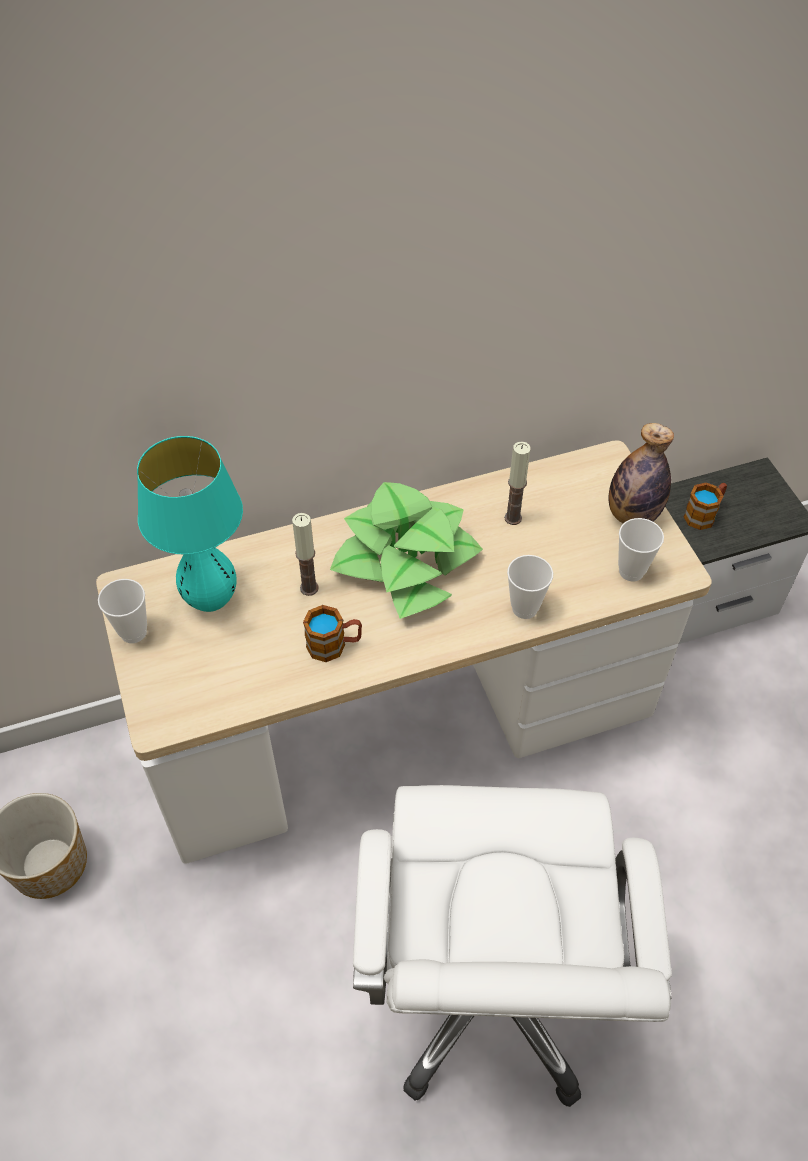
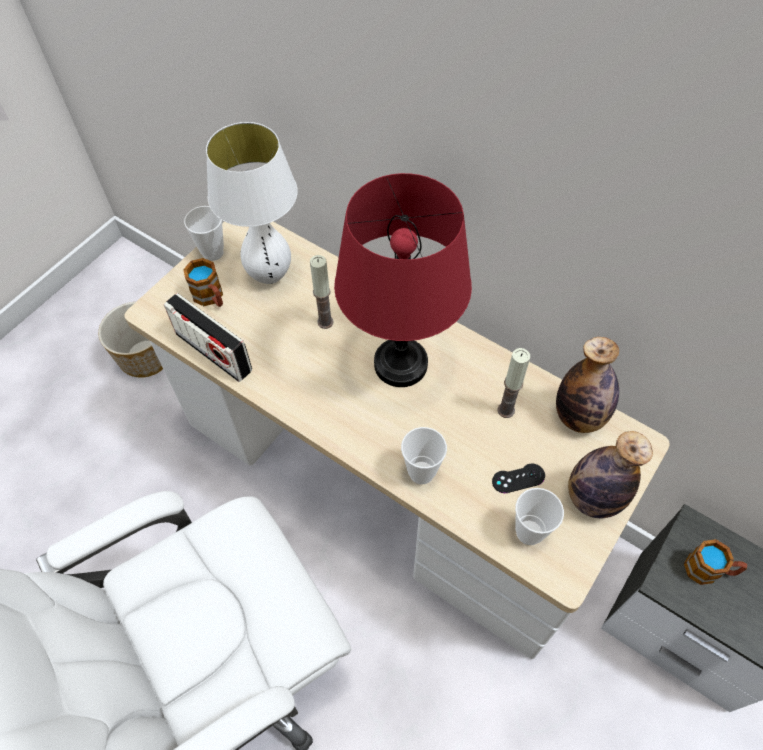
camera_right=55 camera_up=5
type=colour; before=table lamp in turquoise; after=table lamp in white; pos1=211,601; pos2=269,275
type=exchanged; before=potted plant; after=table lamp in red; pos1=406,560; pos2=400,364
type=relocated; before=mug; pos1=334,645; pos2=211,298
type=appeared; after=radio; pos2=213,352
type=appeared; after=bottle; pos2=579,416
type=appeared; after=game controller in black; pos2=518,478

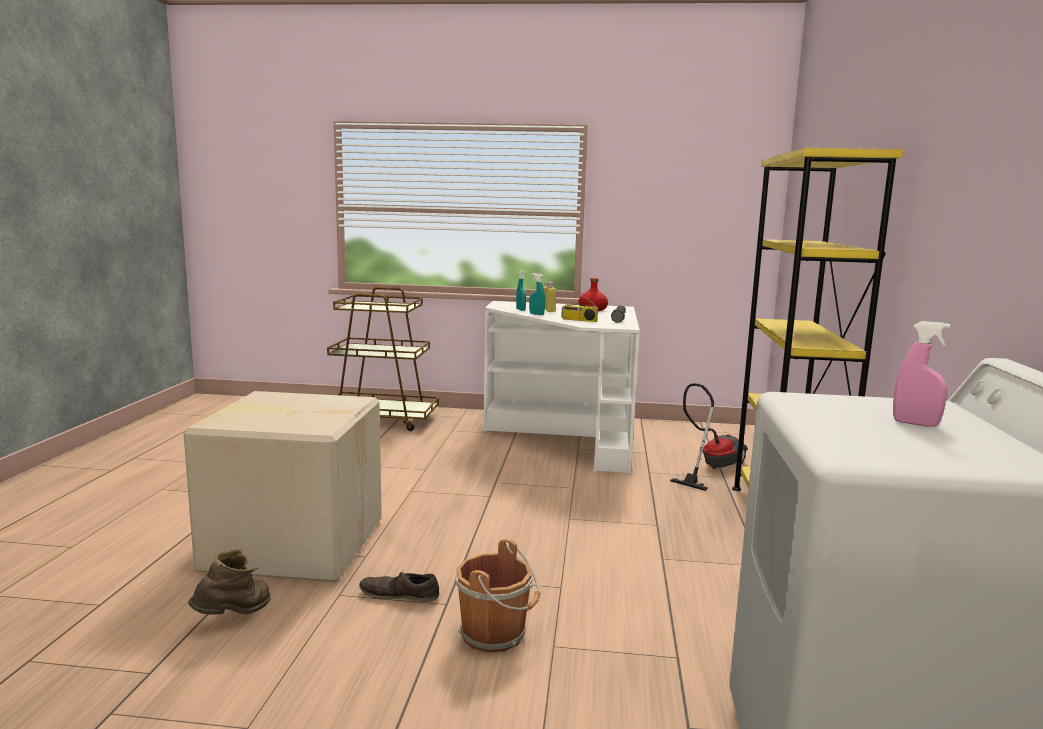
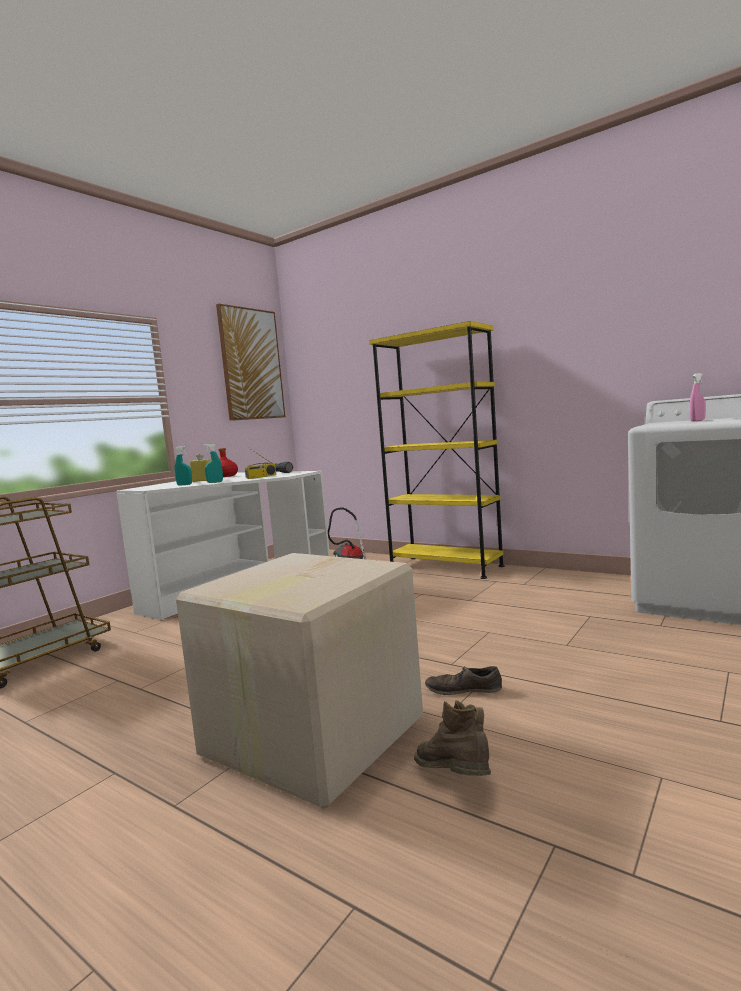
camera_right=-60 camera_up=-5
type=missing; before=bucket in brown; pos1=496,634
type=spun; before=shoe in brown; pos1=399,594; pos2=463,689; turn=60
type=appeared; after=picture; pos2=251,364

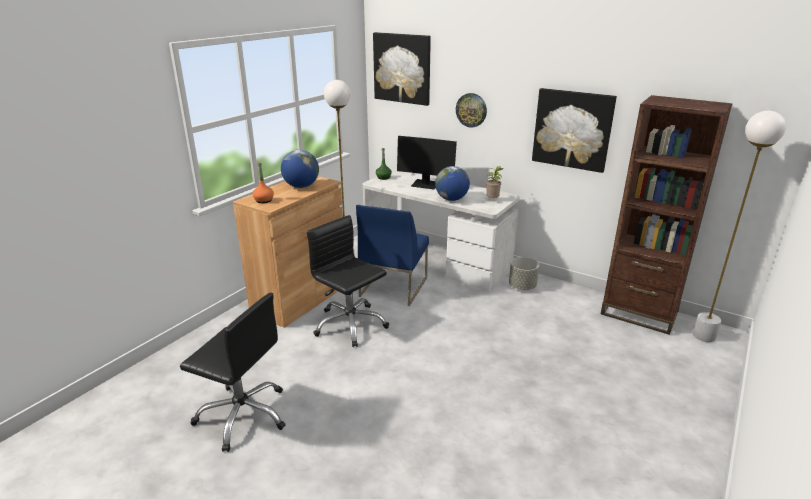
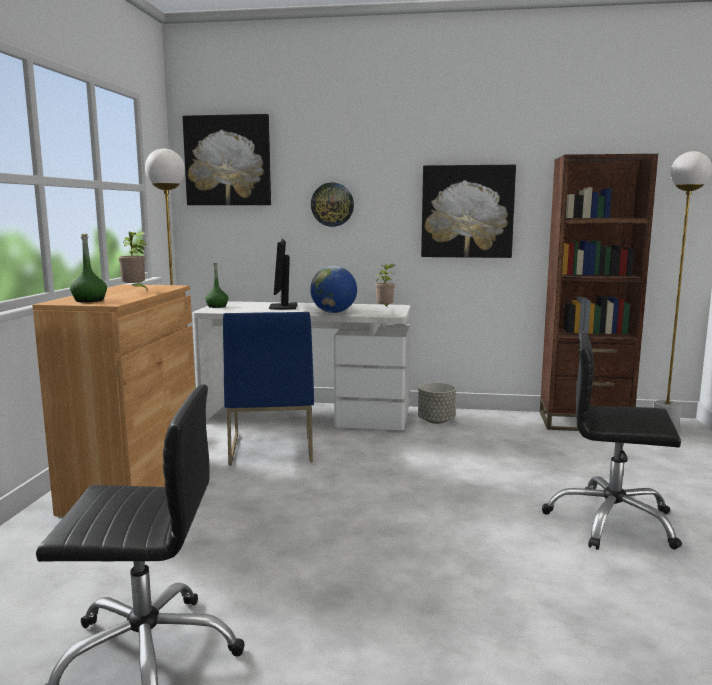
camera_right=-25 camera_up=-15
type=spun; before=monitor; pos1=425,185; pos2=283,307; turn=90
type=exchanged; before=globe; after=potted plant; pos1=301,186; pos2=135,290
type=colour; before=bottle in orange; after=bottle in green; pos1=264,200; pos2=89,300
type=relocated; before=office chair in black; pos1=350,325; pos2=611,522

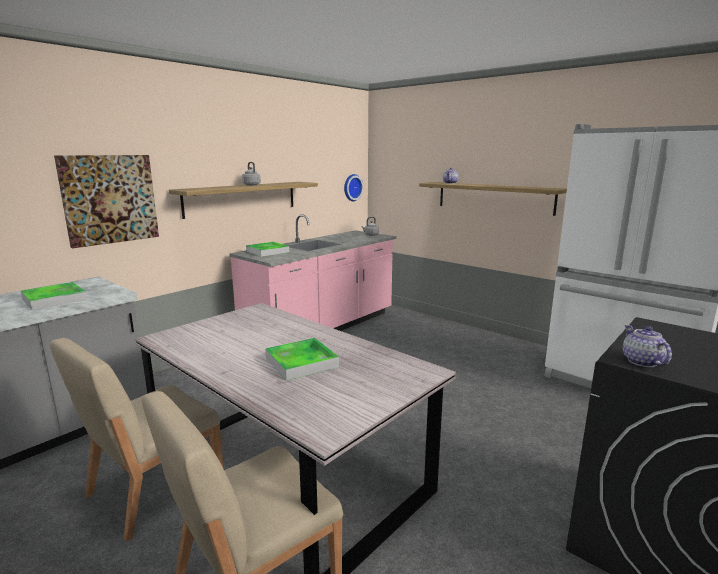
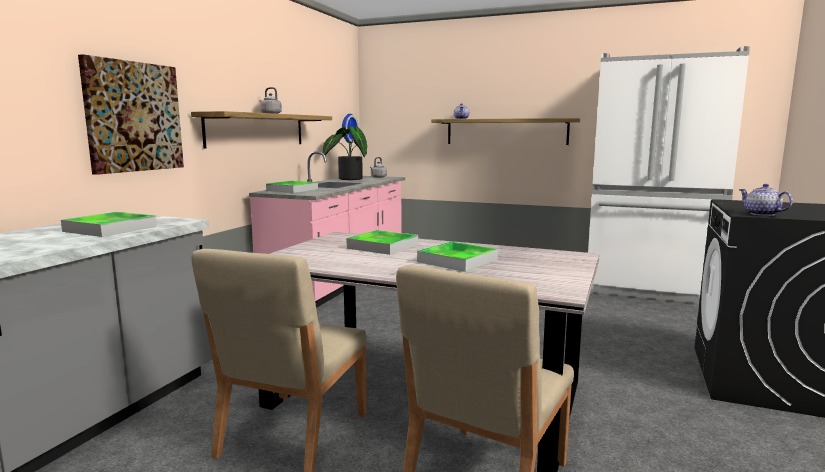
camera_right=-20 camera_up=-5
type=appeared; after=potted plant; pos2=347,179
type=appeared; after=tray; pos2=383,246

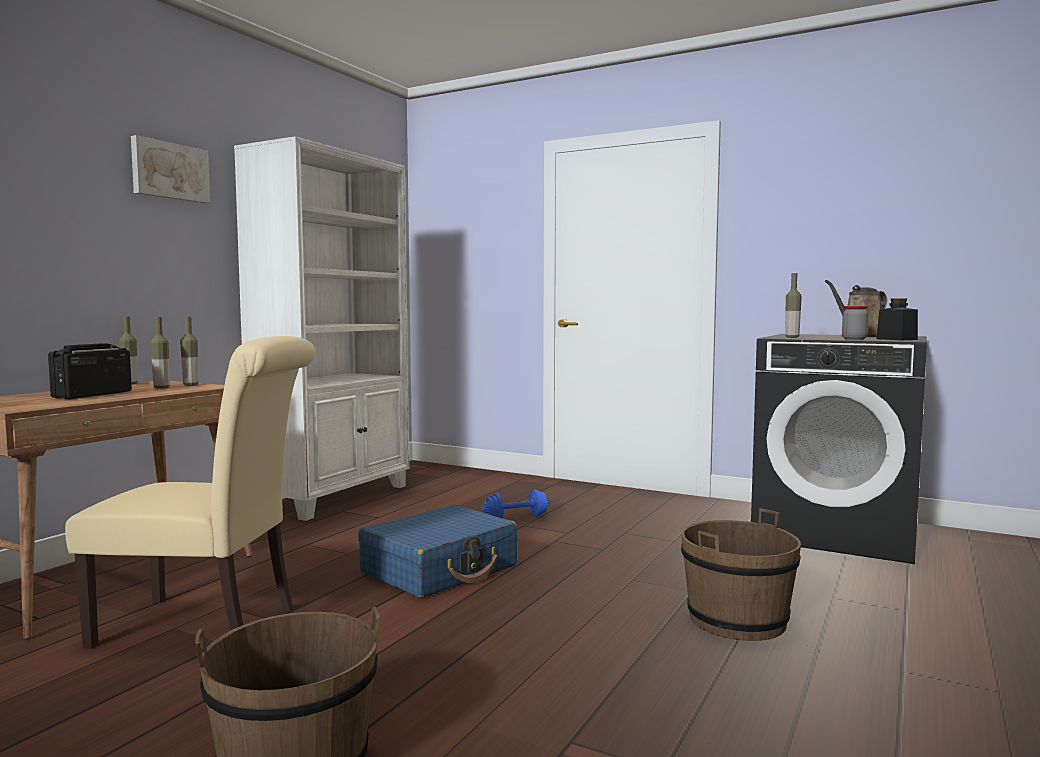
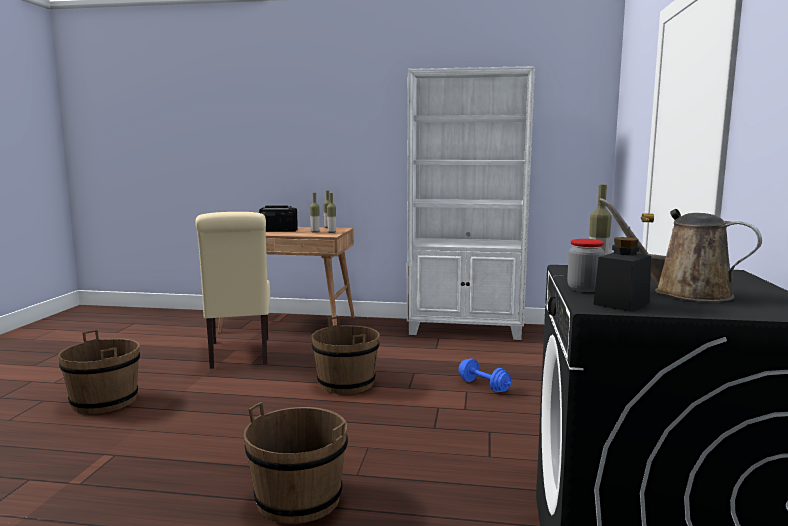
camera_right=70 camera_up=5
type=missing; before=picture; pos1=169,171
type=exchanged; before=suitcase in blue; after=bucket in brown; pos1=440,569; pos2=346,383

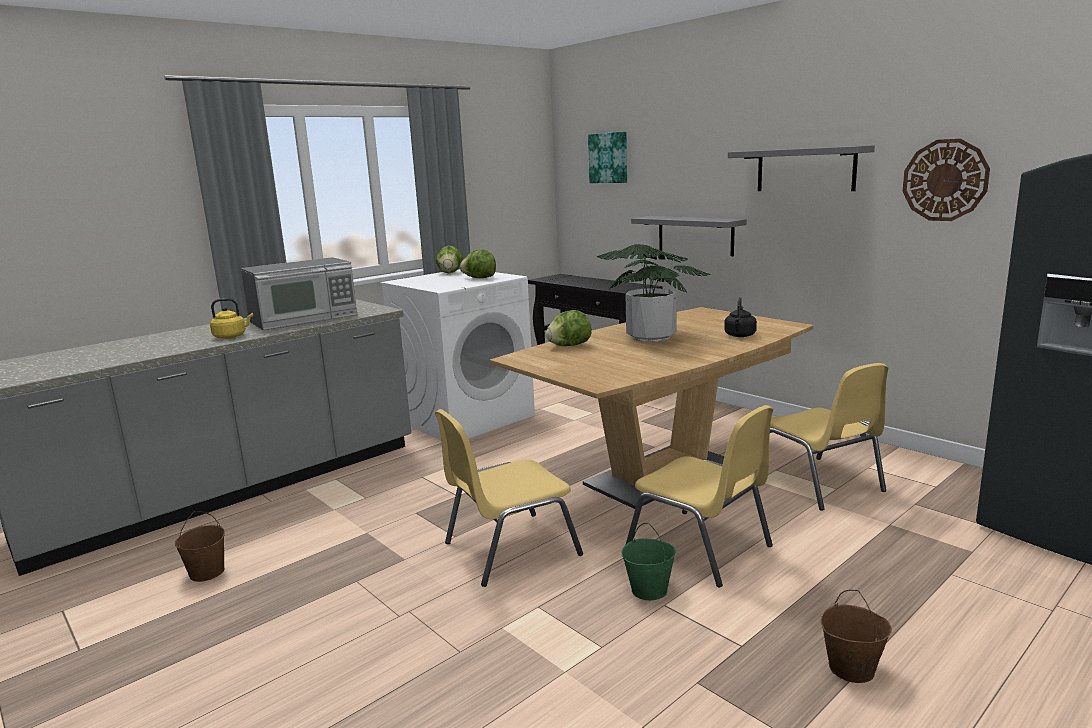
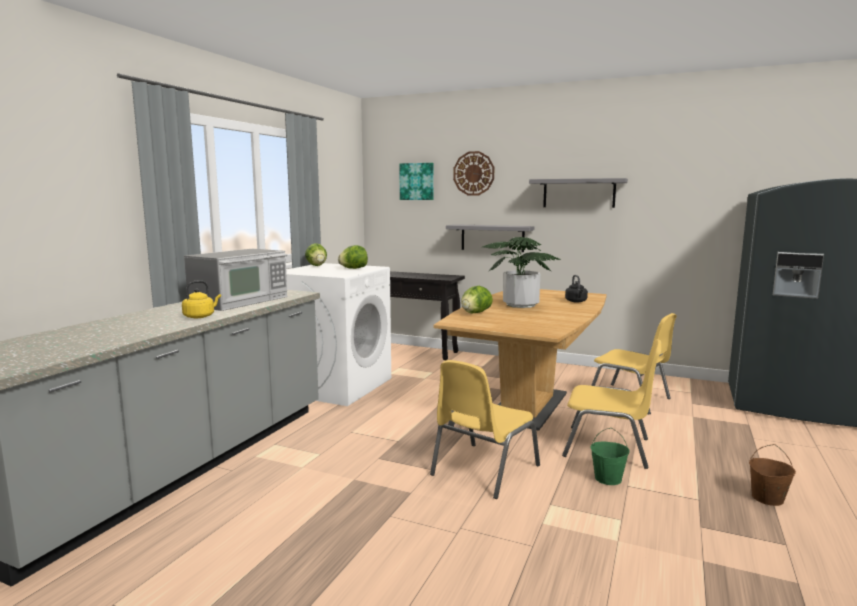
camera_right=-25 camera_up=-5
type=relocated; before=wall clock; pos1=945,180; pos2=473,173
type=missing; before=bucket in brown; pos1=206,572

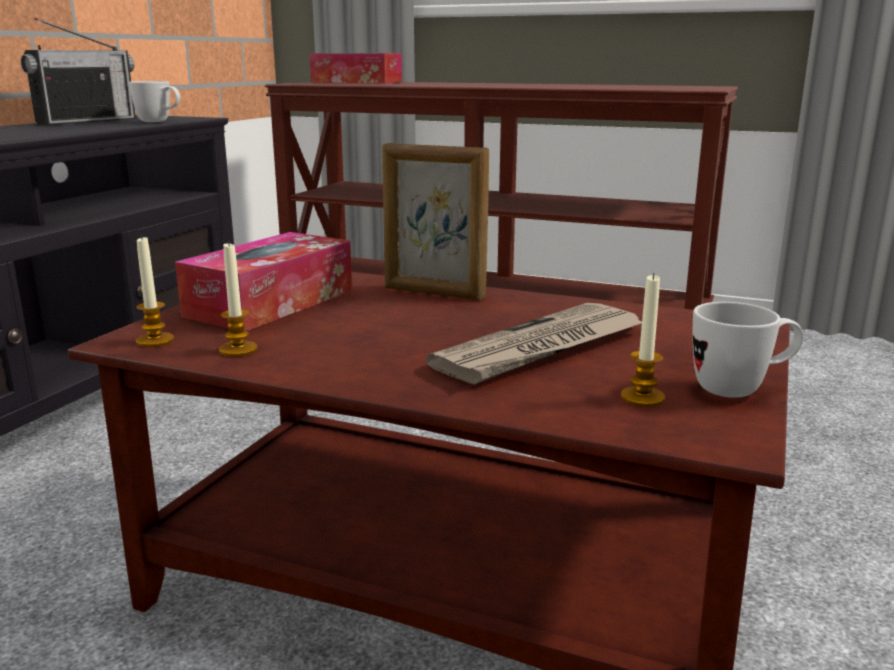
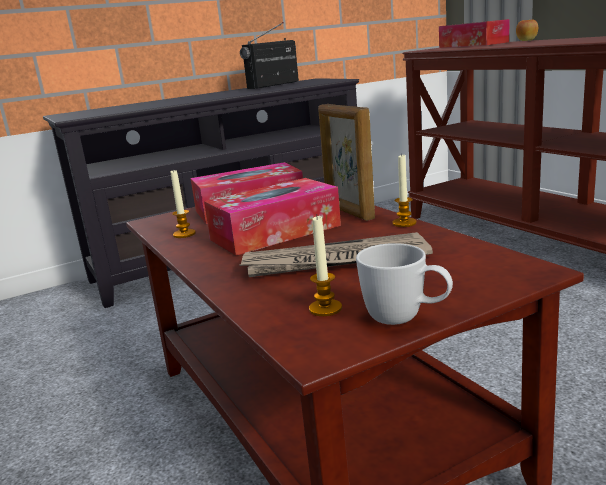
camera_right=40 camera_up=0
type=spun; before=radio; pos1=87,121; pos2=273,85; turn=150
type=missing; before=mug in white; pos1=160,122
type=relocated; before=candle; pos1=155,341; pos2=404,223
type=appeared; after=apple; pos2=526,40
type=appeared; after=tissue box; pos2=275,232

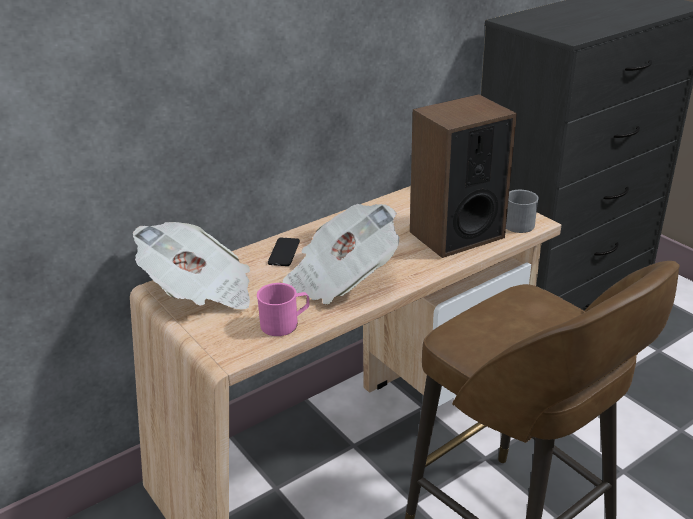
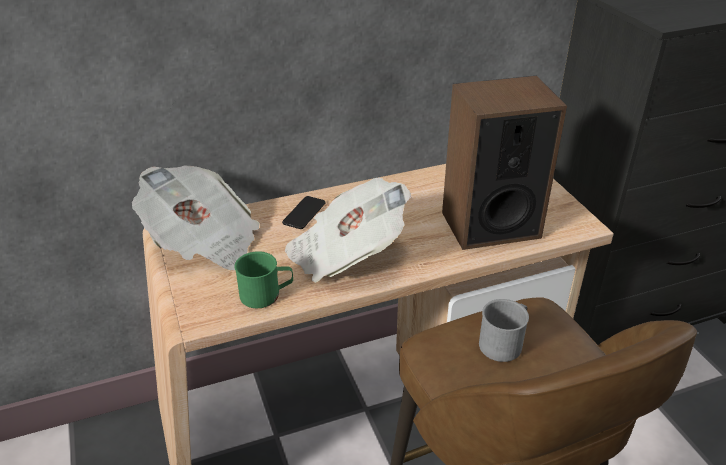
camera_right=15 camera_up=5
type=relocated; before=mug in grey; pos1=520,223; pos2=504,342
type=colour; before=mug in pink; after=mug in green; pos1=285,323; pos2=266,294

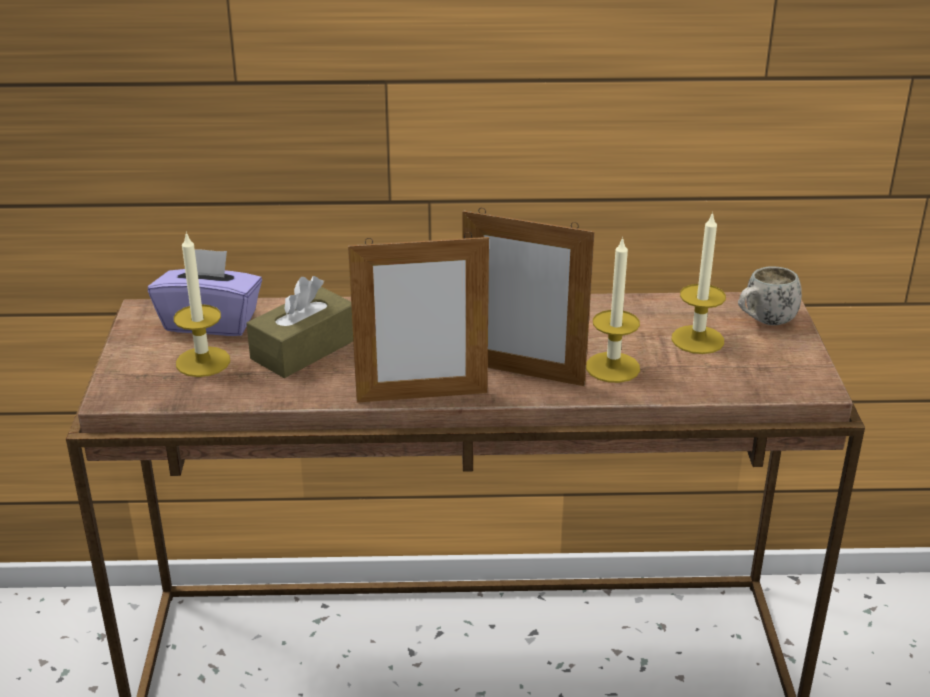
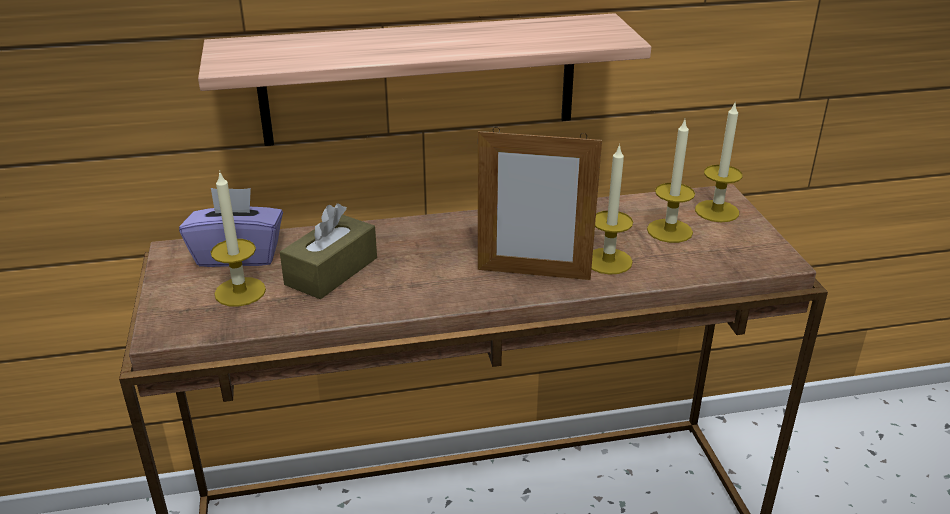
camera_right=-10 camera_up=0
type=missing; before=picture frame; pos1=422,396
type=exchanged; before=mug in white; after=candle; pos1=763,322; pos2=716,211
type=appeared; after=shelf; pos2=419,80

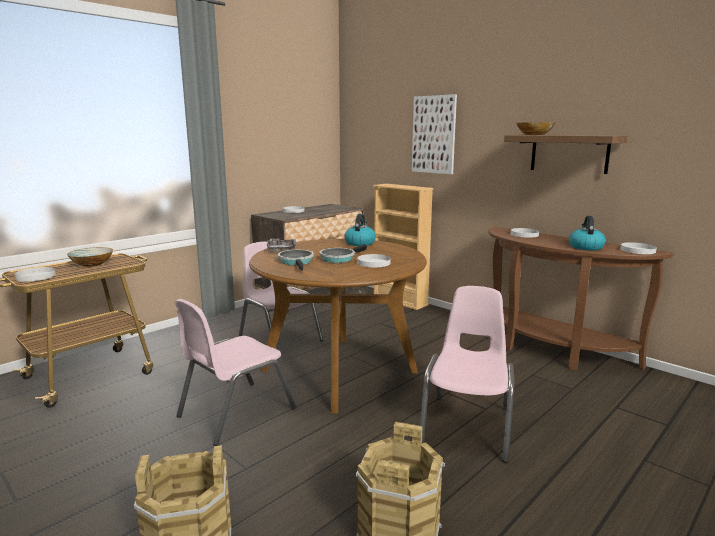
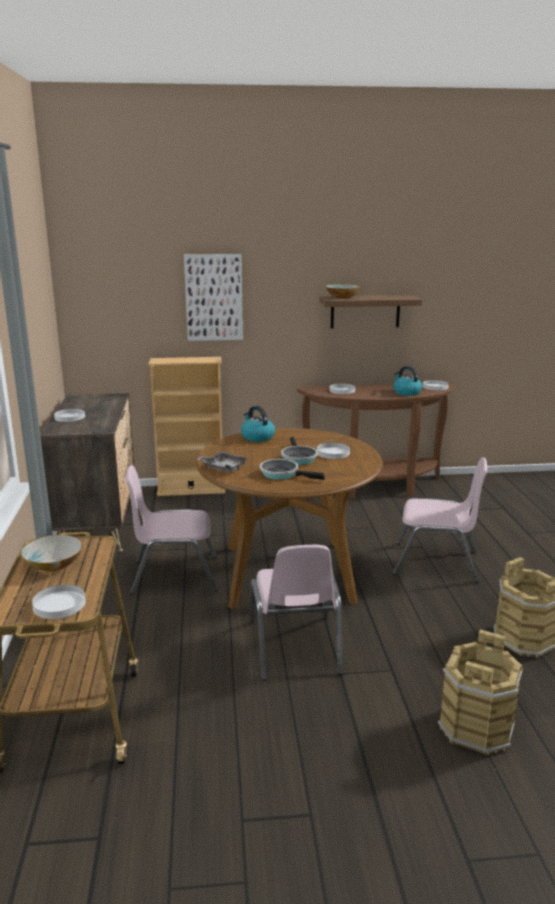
camera_right=-50 camera_up=5
type=spun; before=chair in pink; pos1=467,426; pos2=436,563; turn=135

